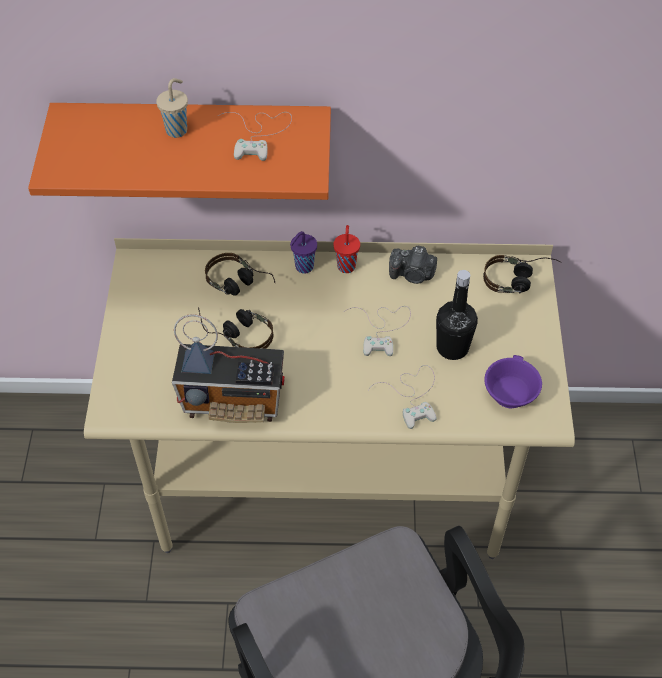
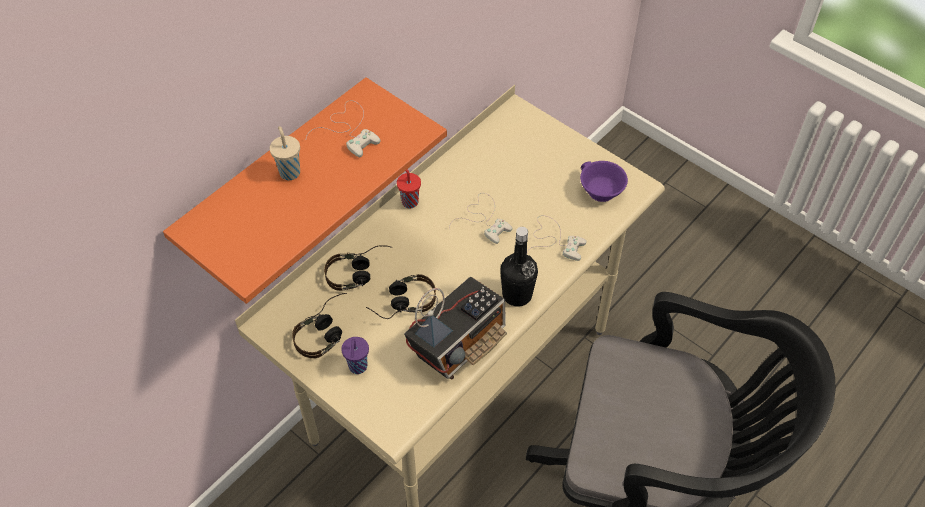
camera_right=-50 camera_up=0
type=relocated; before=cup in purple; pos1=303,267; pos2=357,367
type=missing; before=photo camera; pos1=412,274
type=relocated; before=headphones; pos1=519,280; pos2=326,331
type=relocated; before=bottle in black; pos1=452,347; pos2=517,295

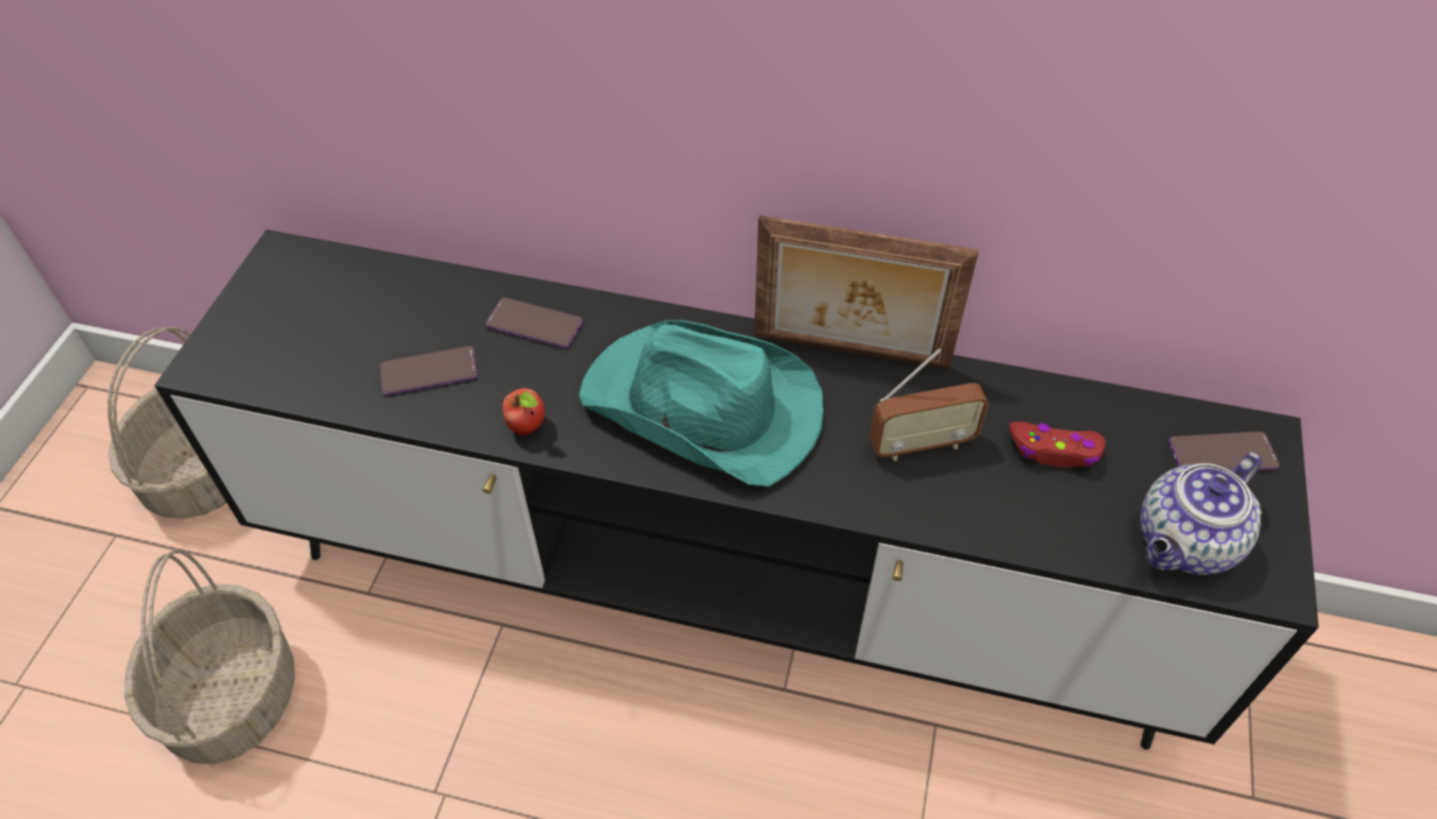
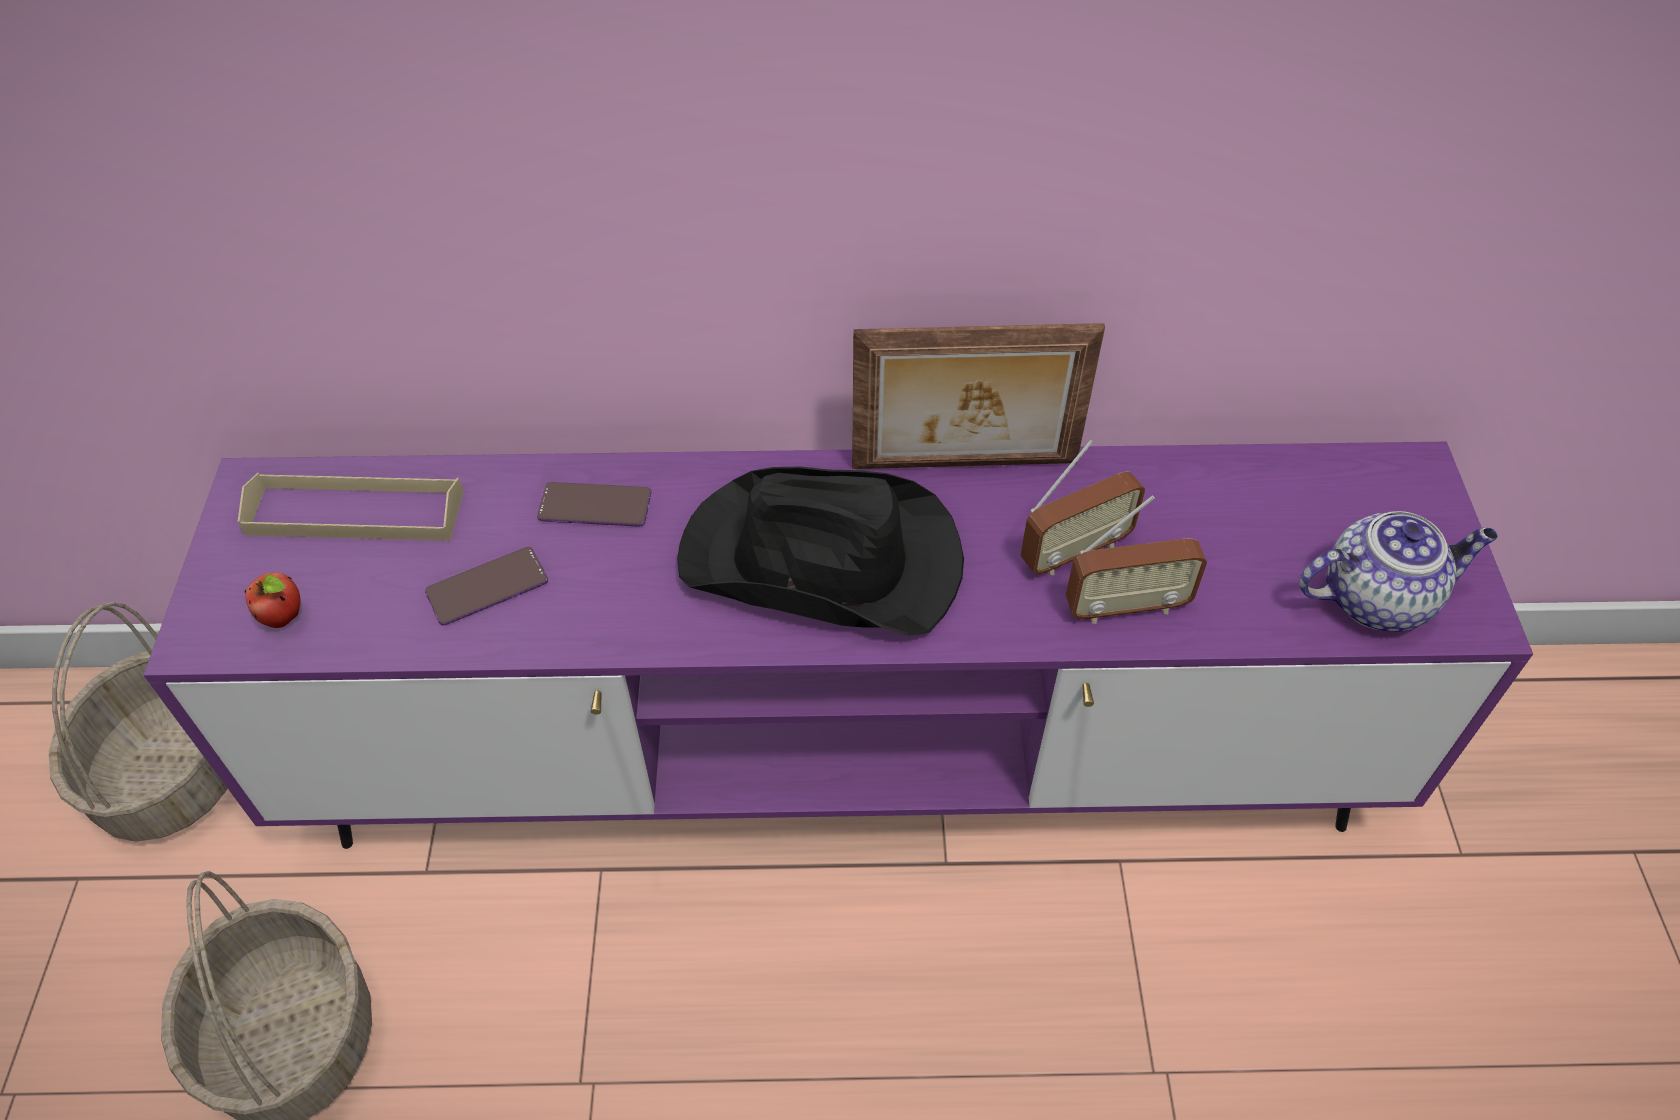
camera_right=-15 camera_up=0
type=colour; before=tv stand in black; after=tv stand in purple; pos1=719,587; pos2=839,766
type=colour; before=hat in turquoise; after=hat in black; pos1=703,408; pos2=823,562
type=relocated; before=apple; pos1=528,427; pos2=285,617
type=missing; before=game controller in red; pos1=1055,451
type=missing; before=phone; pos1=1222,454
type=spun; before=teapot; pos1=1185,544; pos2=1377,598; turn=-135
type=appeared; after=tray in beige; pos2=355,513
type=appeared; after=radio; pos2=1126,607

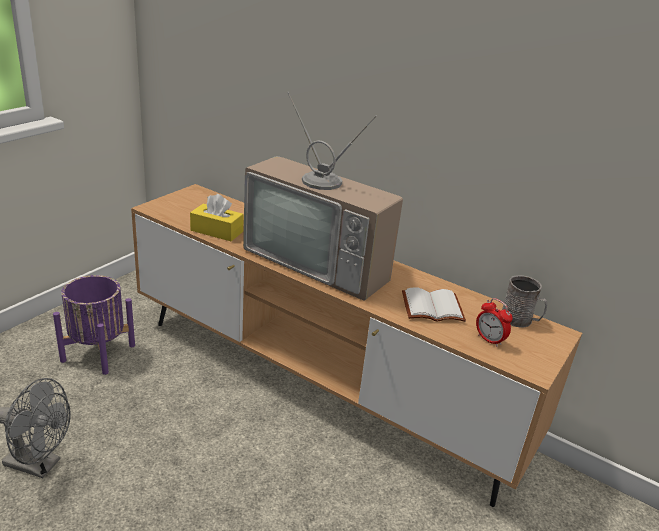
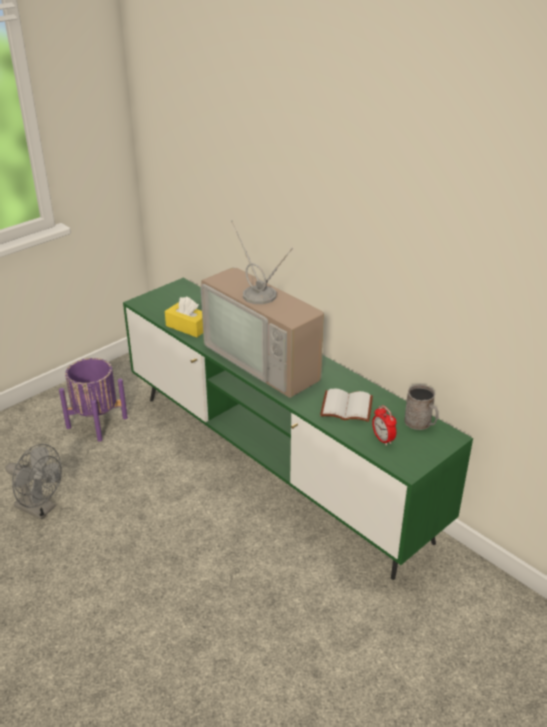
camera_right=15 camera_up=5
type=colour; before=tv stand in brown; after=tv stand in green; pos1=318,385; pos2=274,463

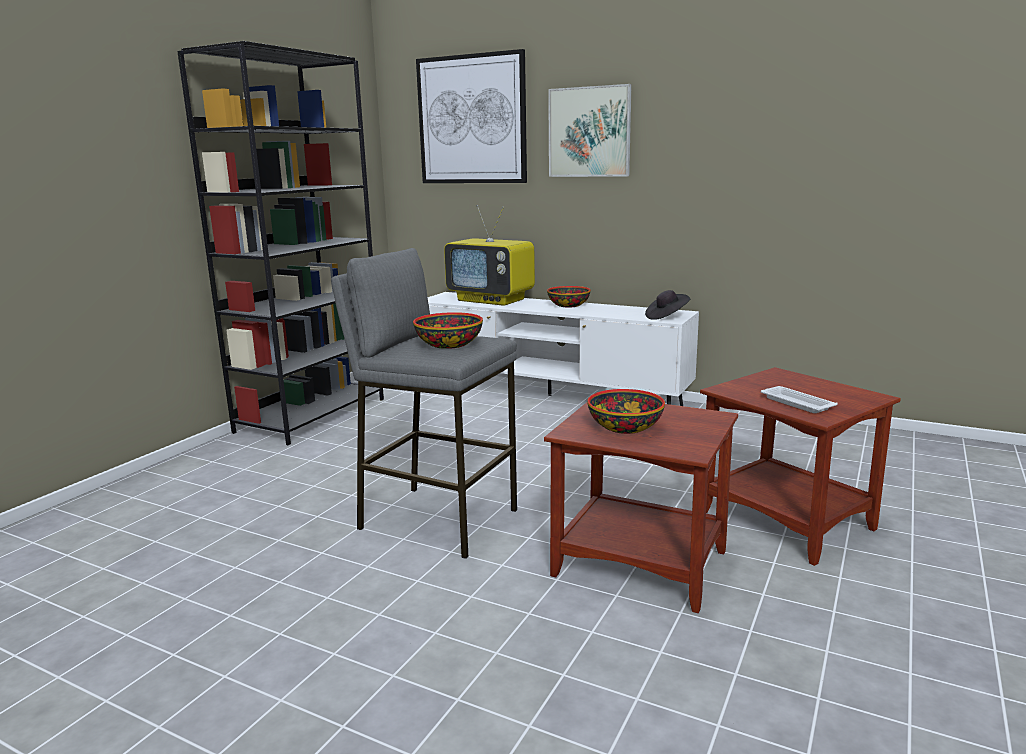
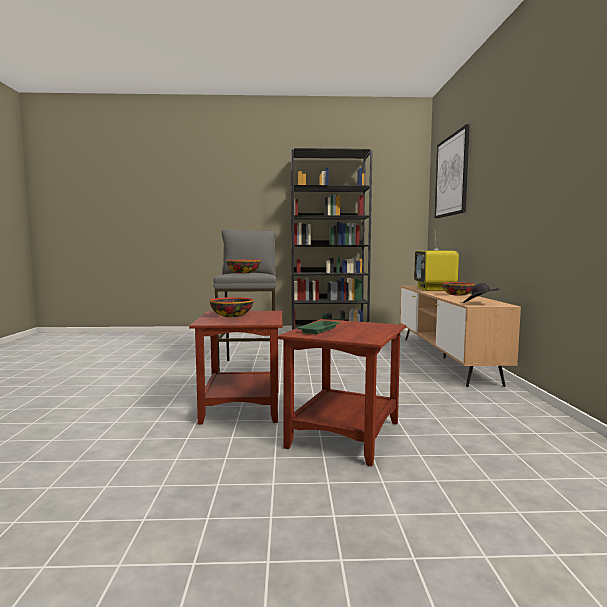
camera_right=60 camera_up=-10
type=missing; before=picture; pos1=589,132
type=colour; before=tv stand in white; after=tv stand in brown; pos1=549,395; pos2=444,358
type=colour; before=tray in white; after=tray in green; pos1=795,403; pos2=319,330

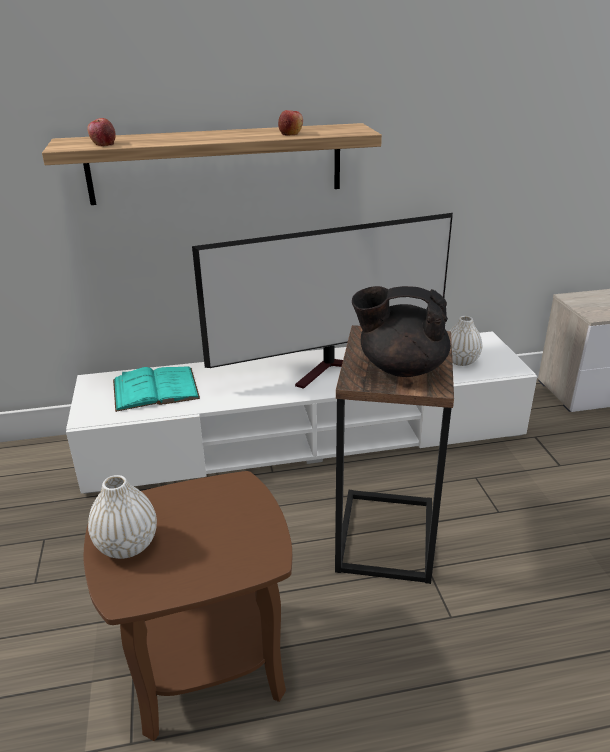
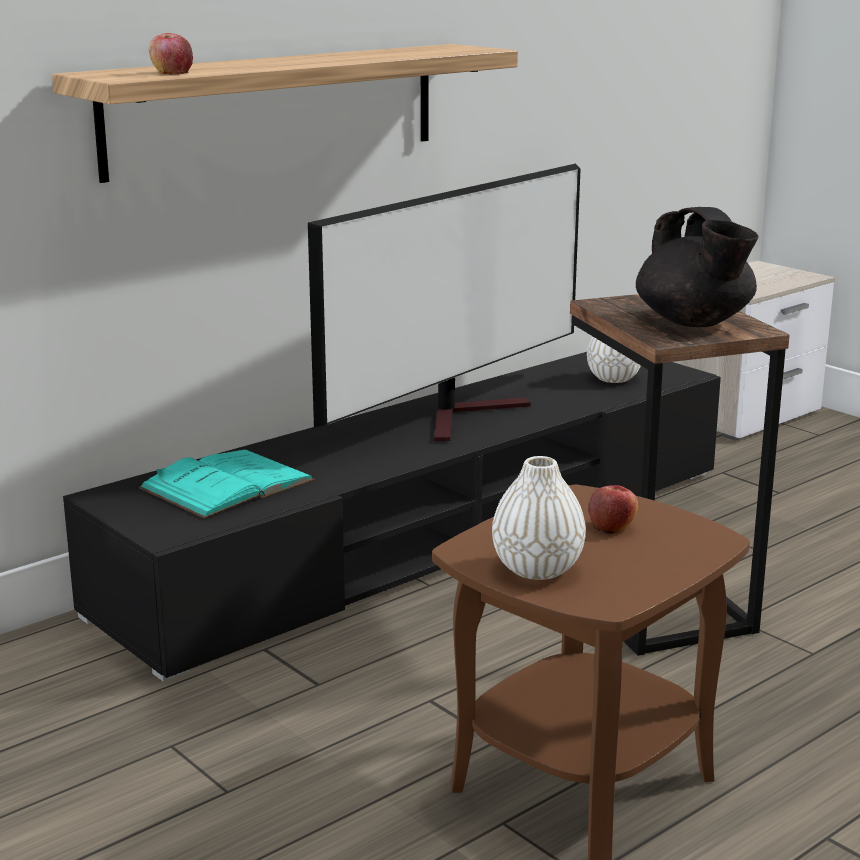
camera_right=-30 camera_up=-10
type=relocated; before=apple; pos1=291,134; pos2=612,526
type=spun; before=teapot in black; pos1=400,368; pos2=694,322; turn=-90
type=colour; before=tv stand in white; after=tv stand in black; pos1=307,436; pos2=431,538

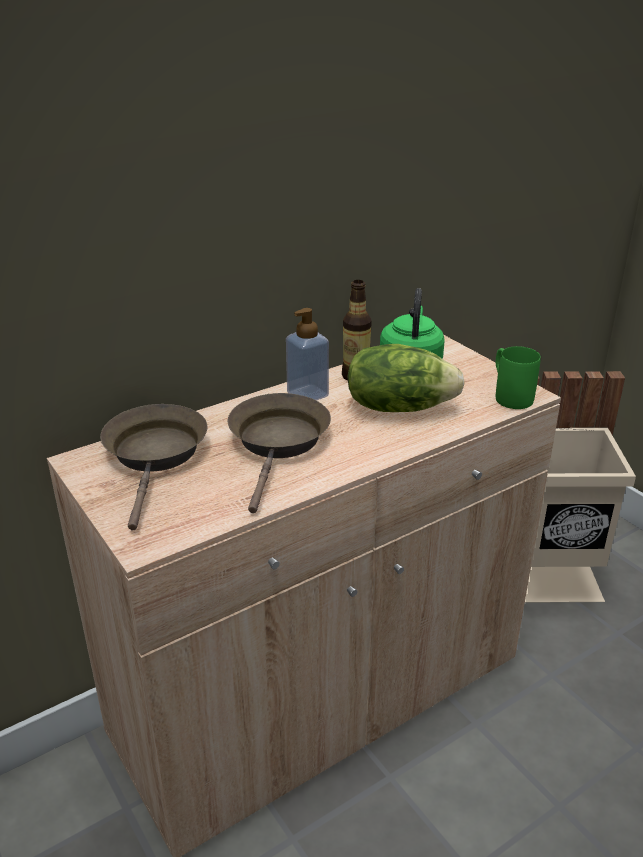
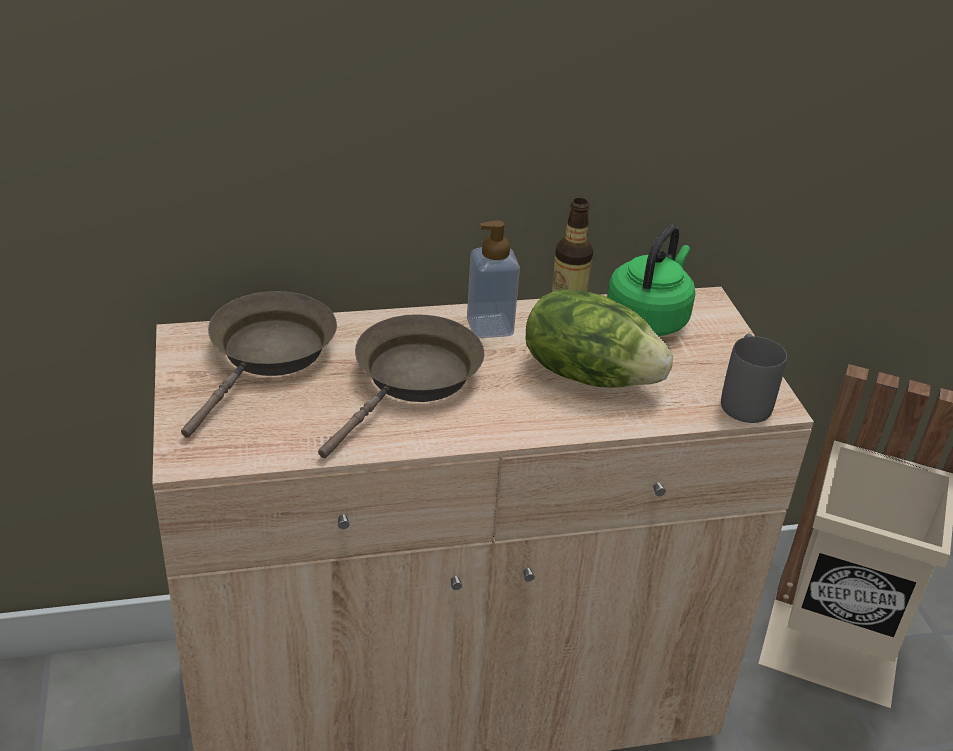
camera_right=20 camera_up=5
type=colour; before=mug in green; after=mug in grey; pos1=509,395; pos2=743,399

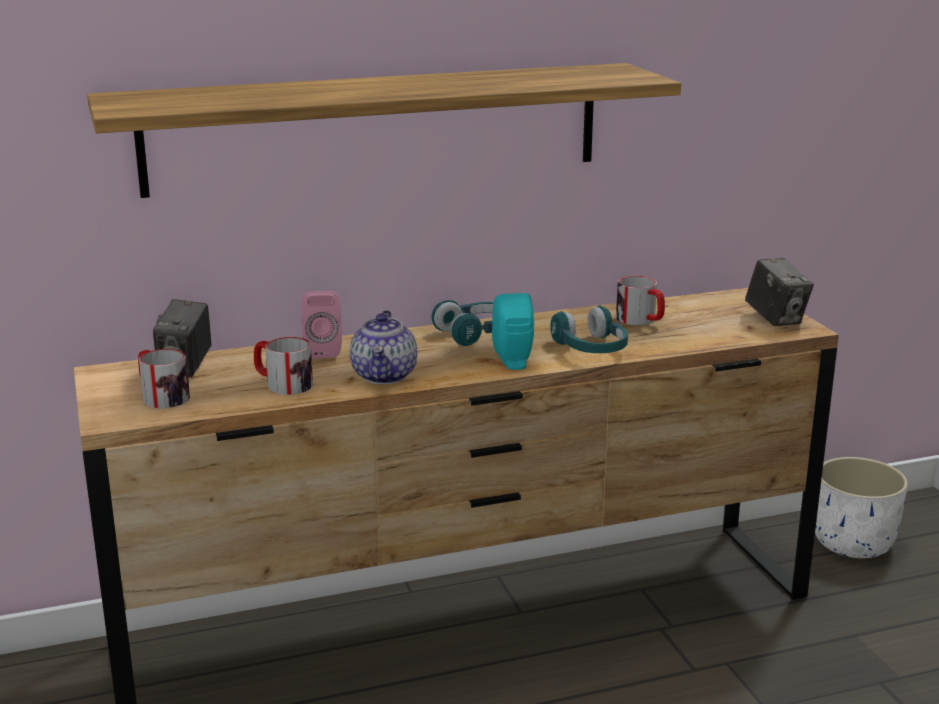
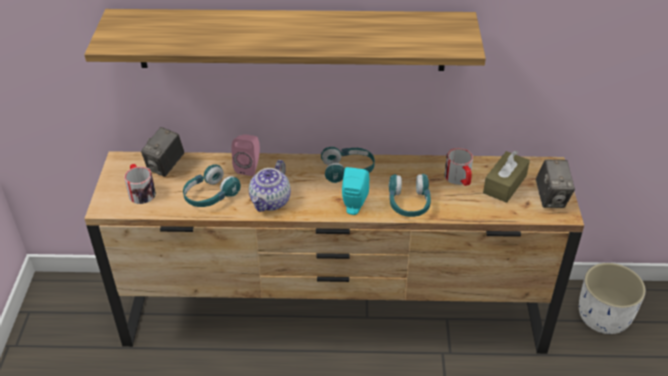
camera_right=20 camera_up=20
type=exchanged; before=mug; after=headphones in turquoise; pos1=282,384; pos2=210,195
type=appeared; after=tissue box in brown; pos2=505,184

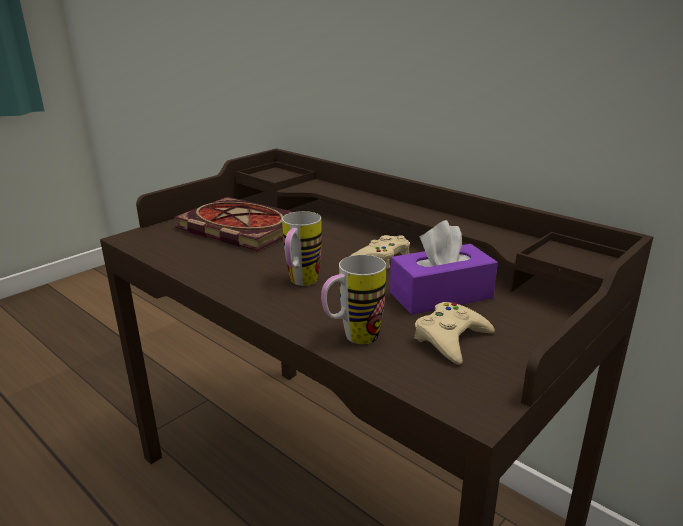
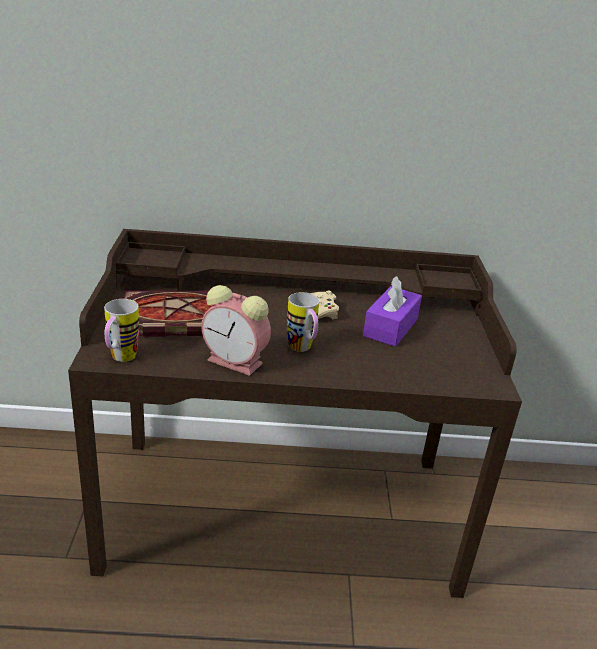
camera_right=-45 camera_up=5
type=relocated; before=mug; pos1=352,339; pos2=120,359
type=missing; before=game controller in beige; pos1=451,339
type=appeared; after=alarm clock; pos2=237,362

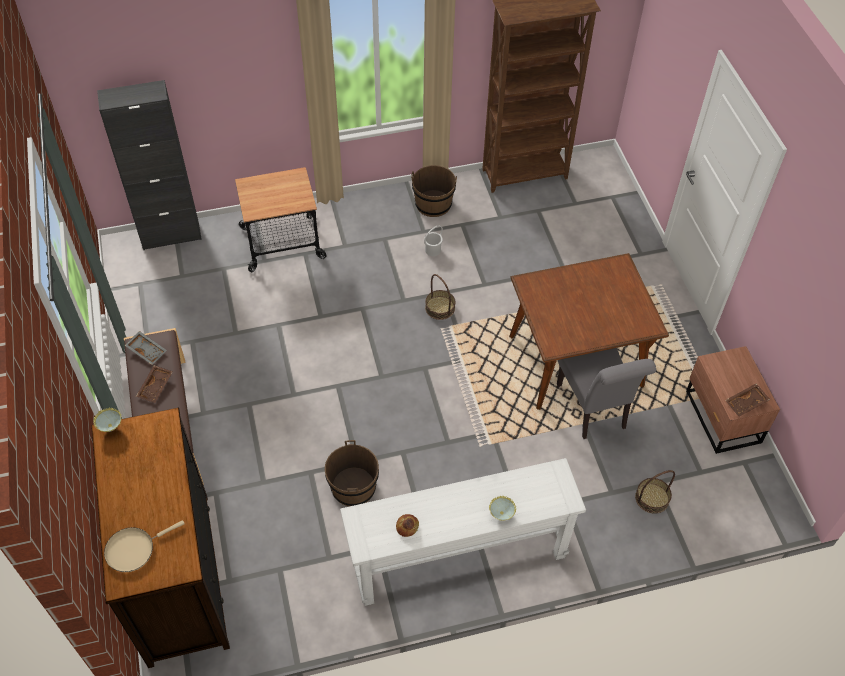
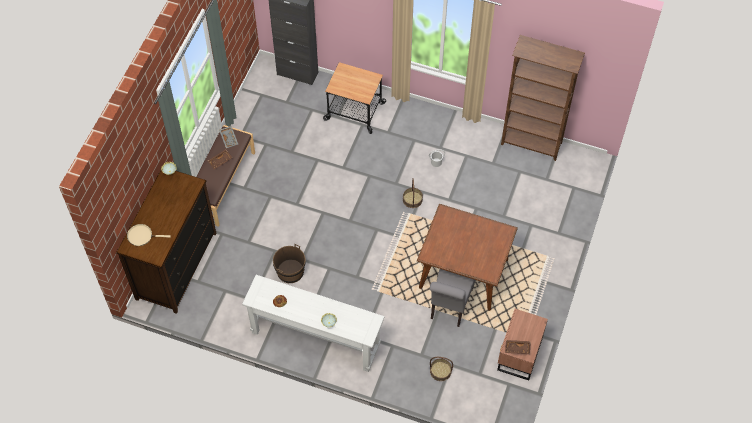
camera_right=35 camera_up=5
type=missing; before=bucket in brown; pos1=433,204

